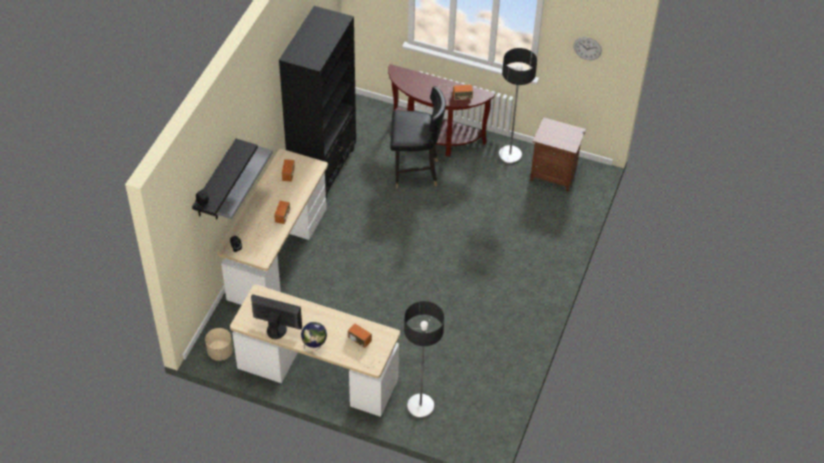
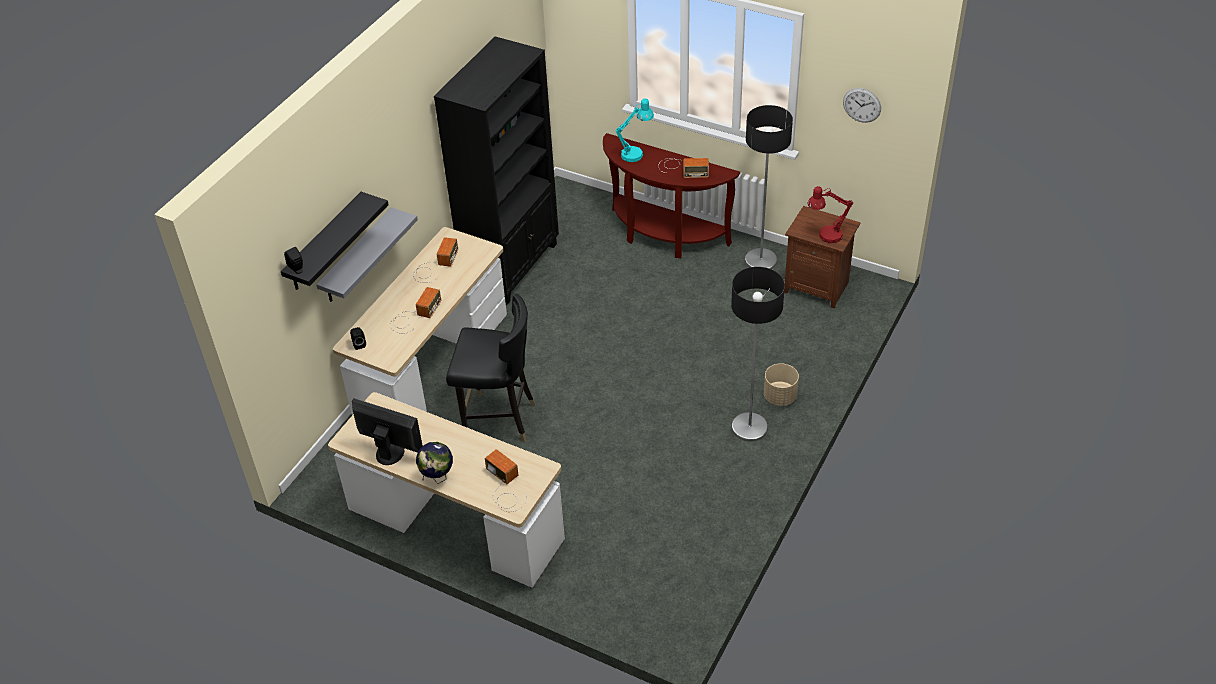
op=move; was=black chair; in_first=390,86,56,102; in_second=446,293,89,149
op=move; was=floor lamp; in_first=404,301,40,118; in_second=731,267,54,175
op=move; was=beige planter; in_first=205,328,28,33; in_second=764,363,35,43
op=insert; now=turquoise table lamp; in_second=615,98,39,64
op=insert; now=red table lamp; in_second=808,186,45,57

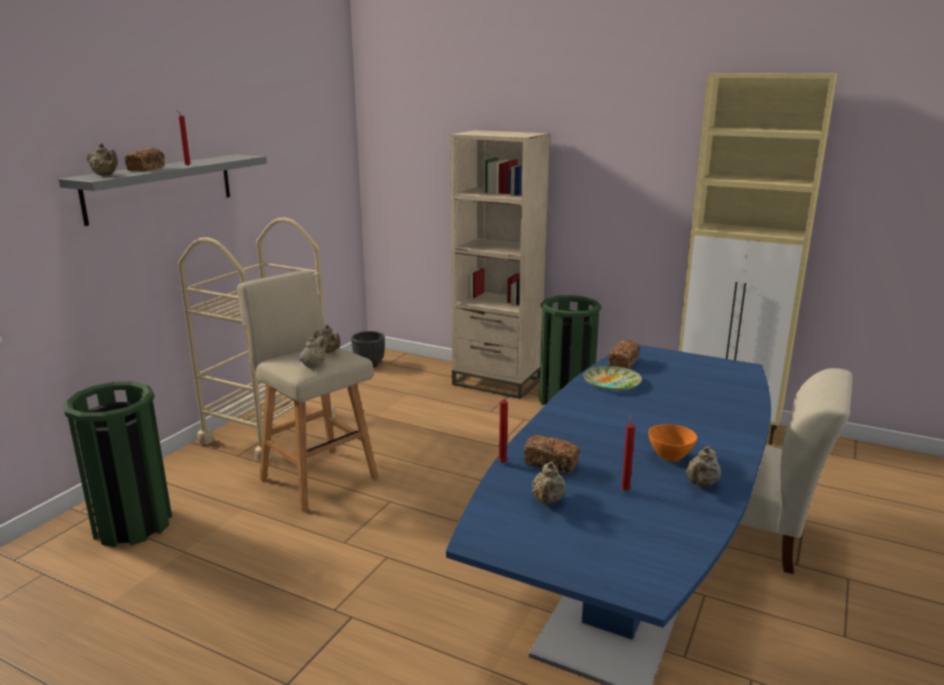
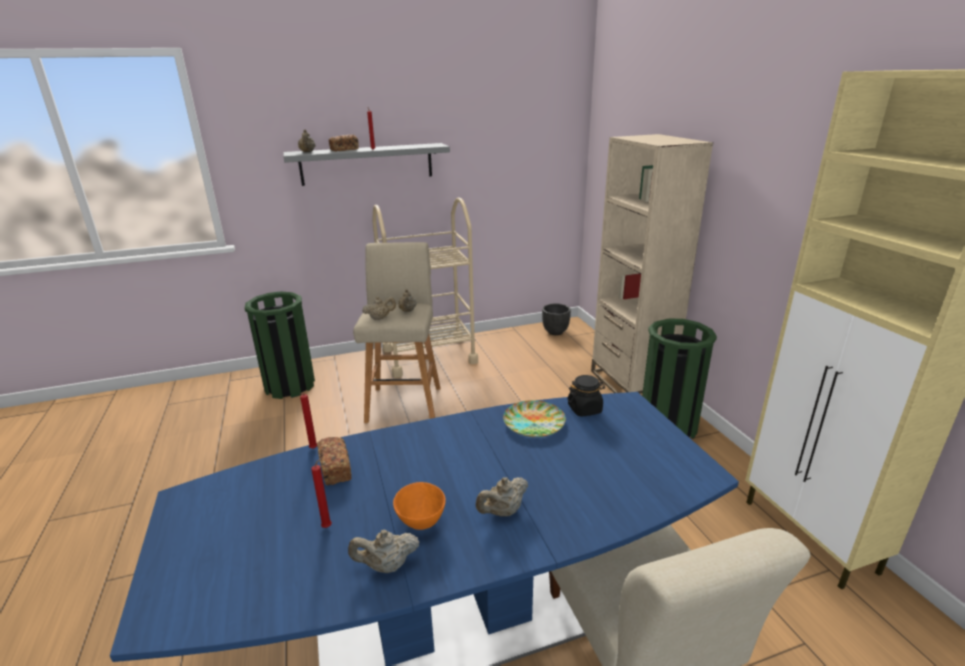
op=replace; was=bread; now=black jar; in_first=609,340,31,29; in_second=567,375,38,42
op=move; was=beige teapot; in_first=532,461,34,44; in_second=476,477,52,40

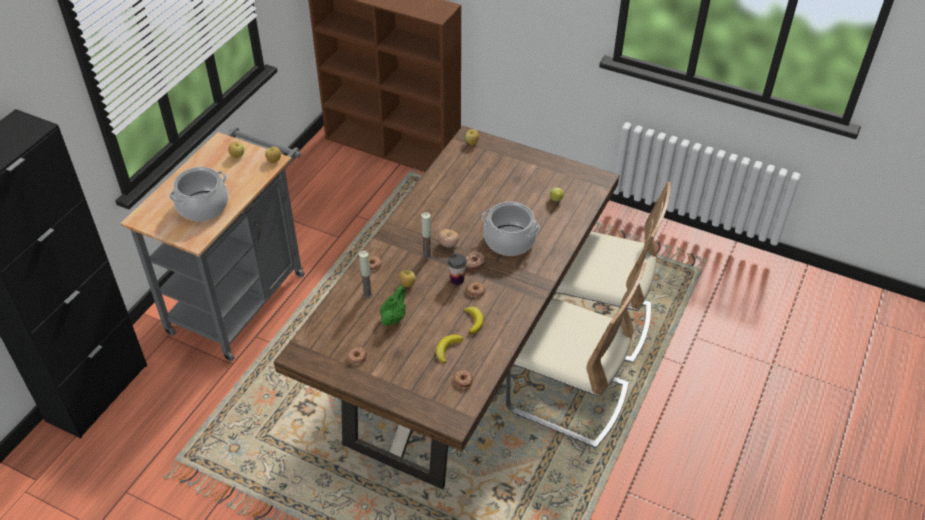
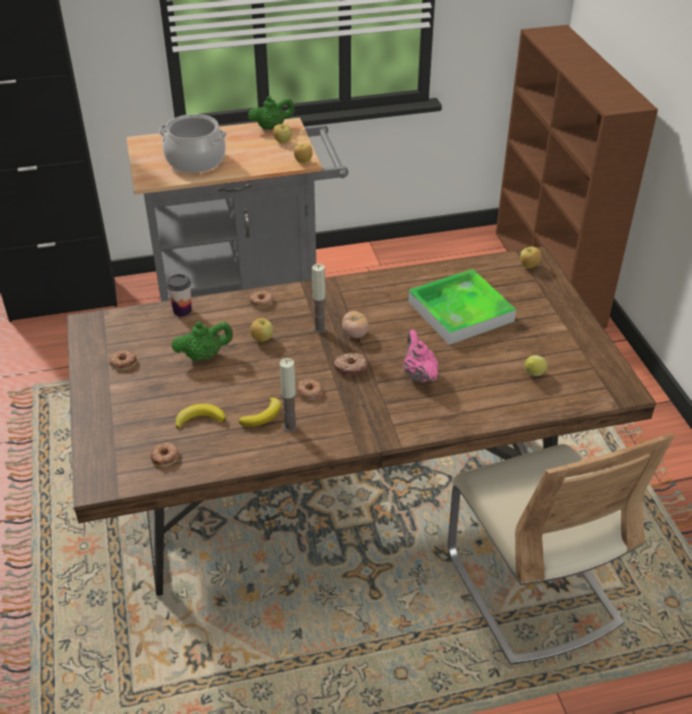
op=replace; was=cooking pot; now=pink teapot; in_first=482,202,58,54; in_second=403,330,35,53
op=move; was=candle; in_first=359,251,14,47; in_second=280,358,18,74
op=move; was=cup; in_first=448,254,19,31; in_second=166,274,26,42
op=delete; was=beige chair; in_first=506,262,140,186
op=insert; now=green teapot; in_second=248,96,46,34
op=insert; now=tray; in_second=408,269,108,76

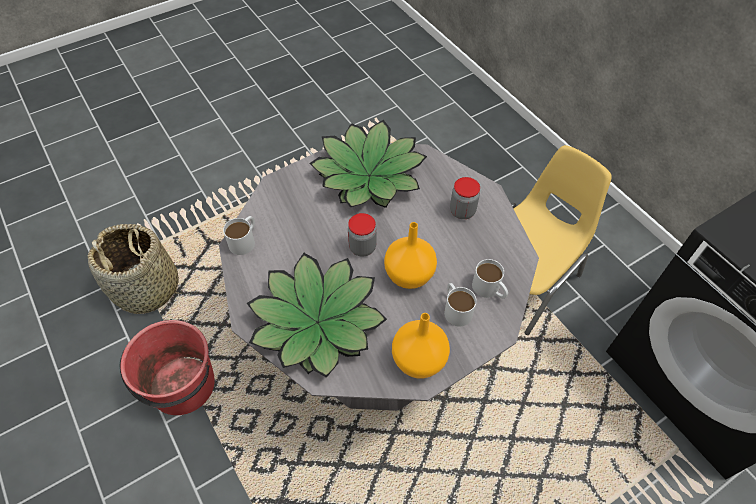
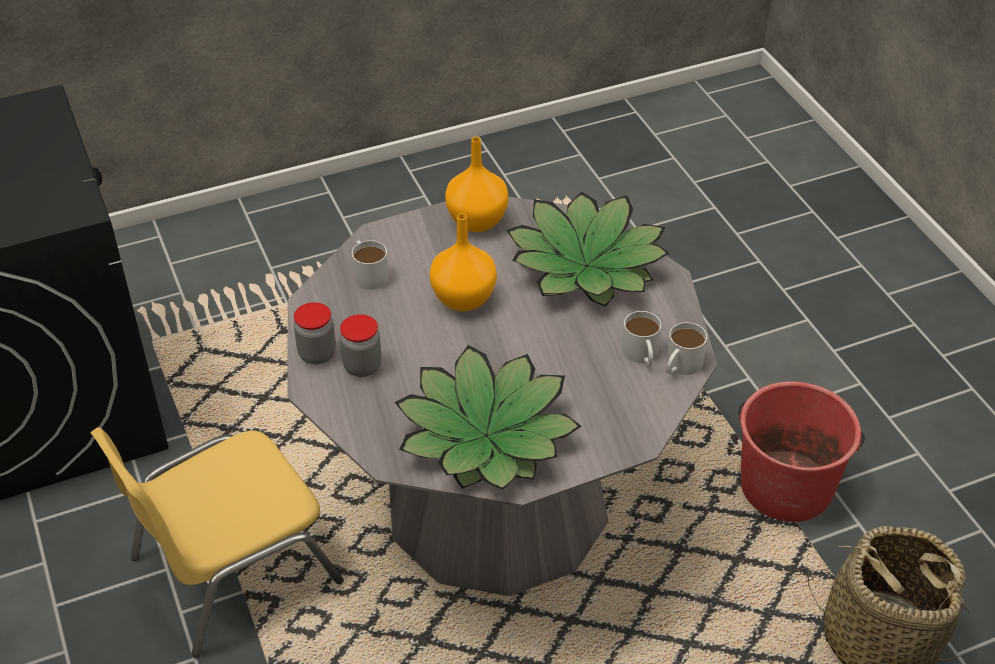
op=move; was=jar; in_first=348,213,29,44; in_second=294,302,42,63
op=move; was=white mug; in_first=444,283,33,43; in_second=622,311,39,55

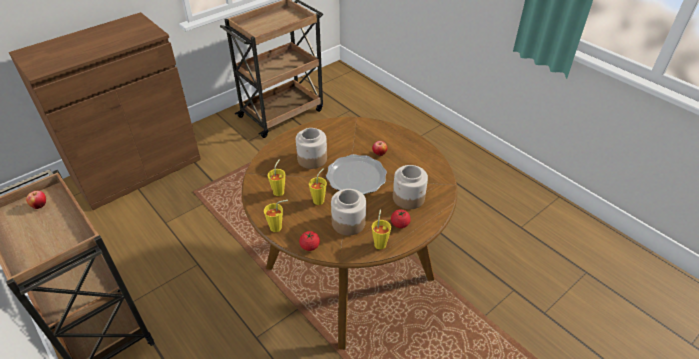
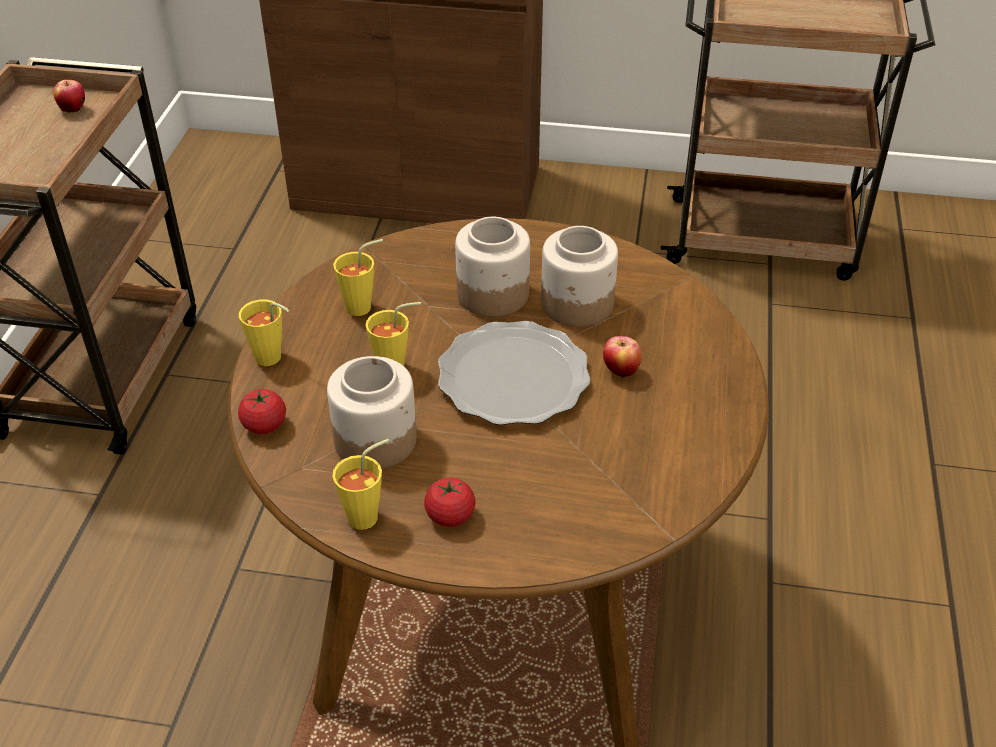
op=move; was=jar; in_first=393,165,35,44; in_second=541,226,77,101

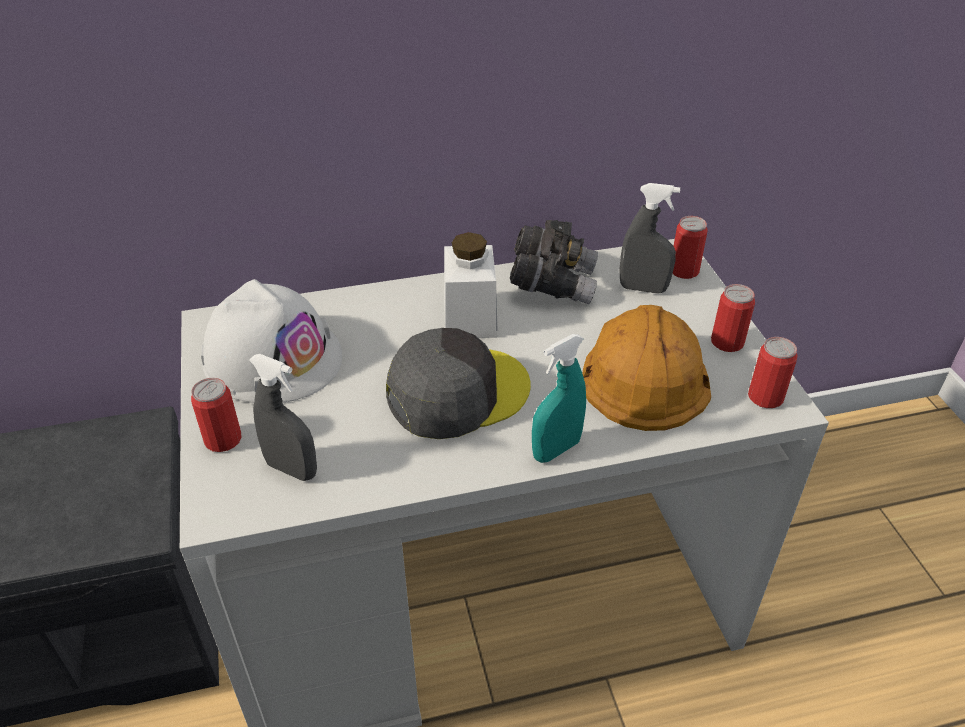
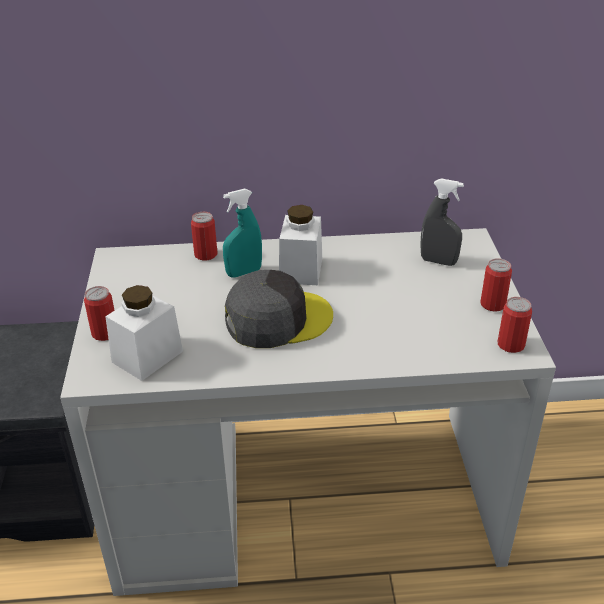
op=move; was=can; in_first=673,216,35,63; in_second=191,212,26,48
op=delete; was=grey binoculars; in_first=510,220,88,84
op=delete; was=white hard hat; in_first=201,279,141,124
op=delete; was=orange hard hat; in_first=582,305,129,126
op=move; was=turquoise spray bottle; in_first=532,334,54,129; in_second=223,188,39,89
op=replace; was=grey spray bottle; now=white jar; in_first=249,354,68,127; in_second=105,285,78,96

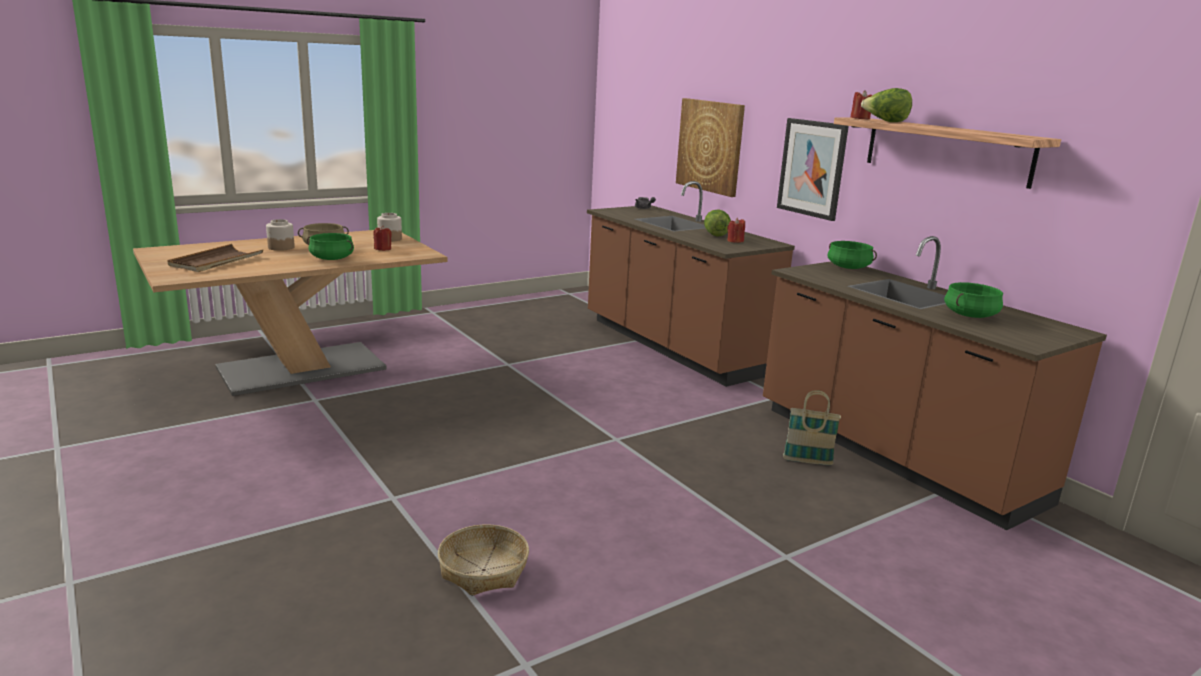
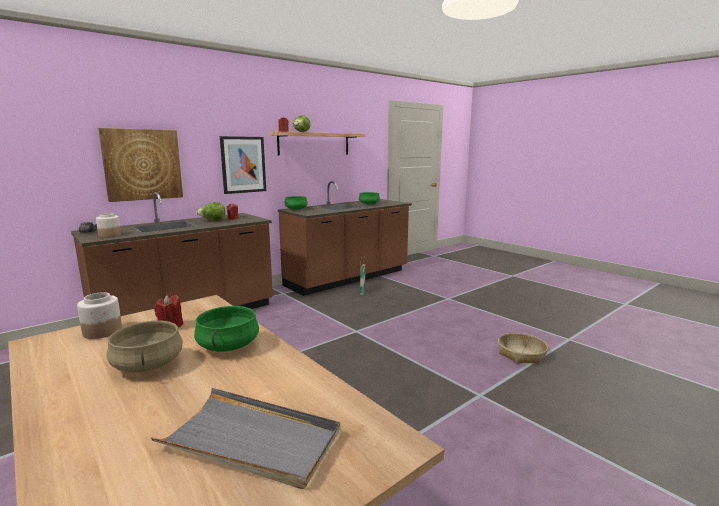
op=move; was=jar; in_first=266,219,29,32; in_second=96,213,25,24
op=recolor; was=brown tray; now=grey tray; in_first=167,244,96,28; in_second=151,388,189,101

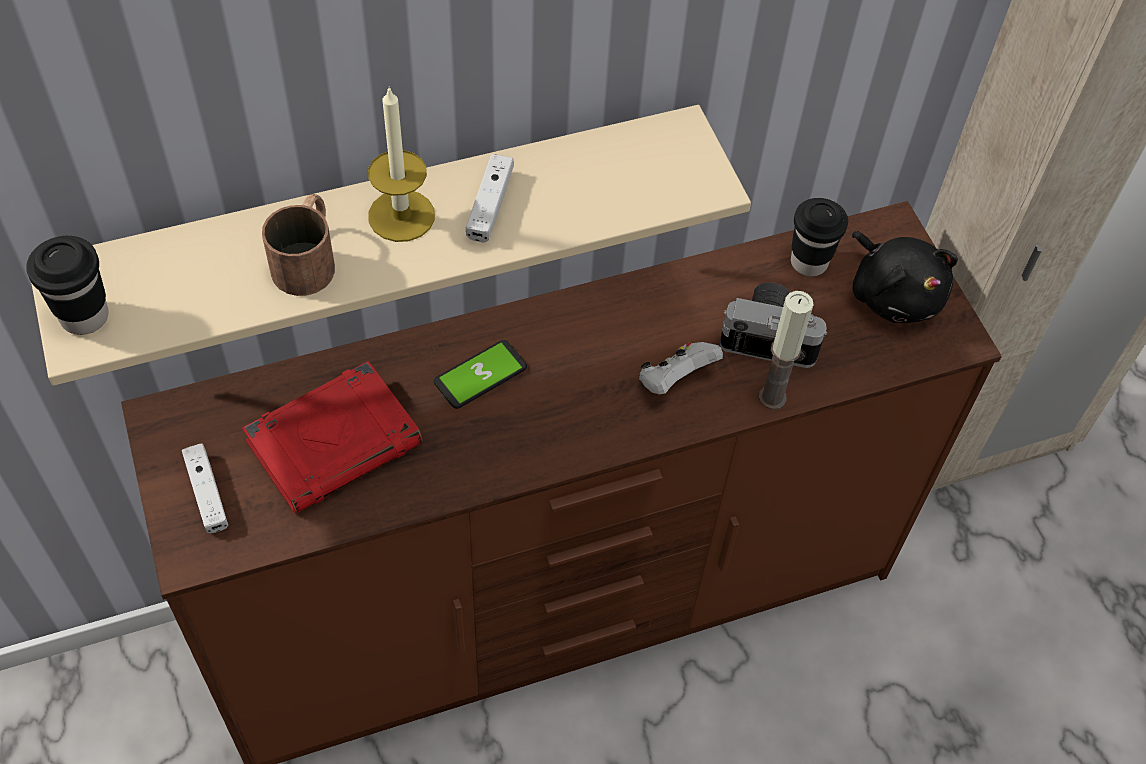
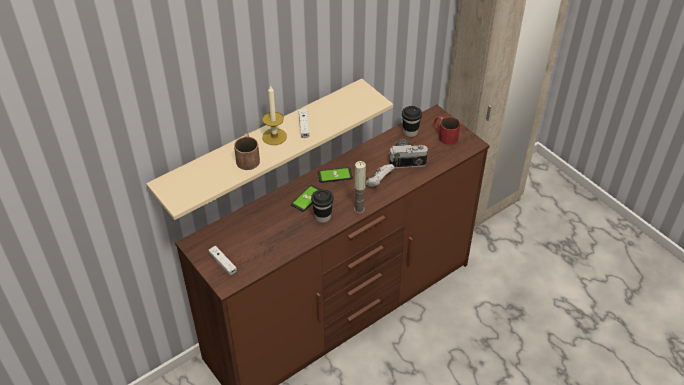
op=replace; was=black plush toy; now=red mug; in_first=852,231,106,92; in_second=434,116,26,29
op=move; was=black cup; in_first=26,236,82,99; in_second=311,189,23,34
op=move; was=candle; in_first=759,291,55,119; in_second=354,161,12,53
op=delete; was=red book; in_first=242,361,181,153
op=insert; now=phone; in_second=318,167,35,16

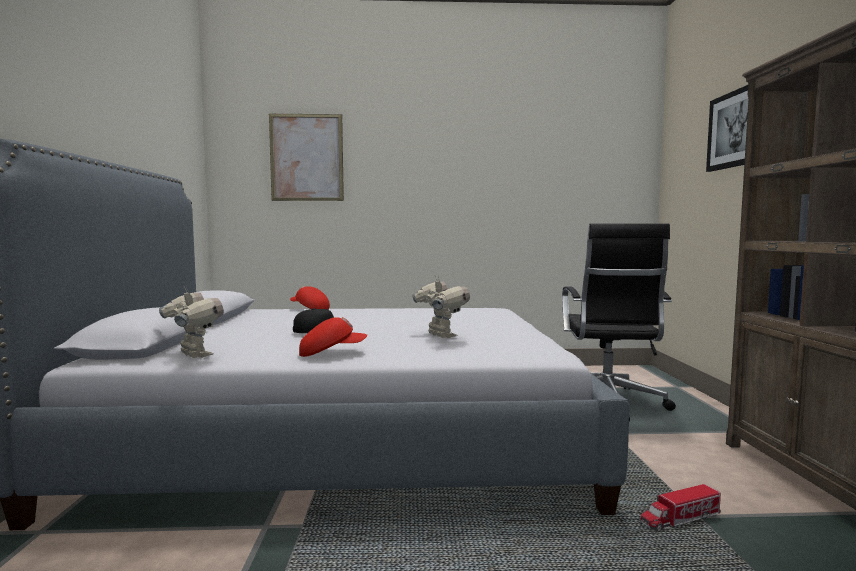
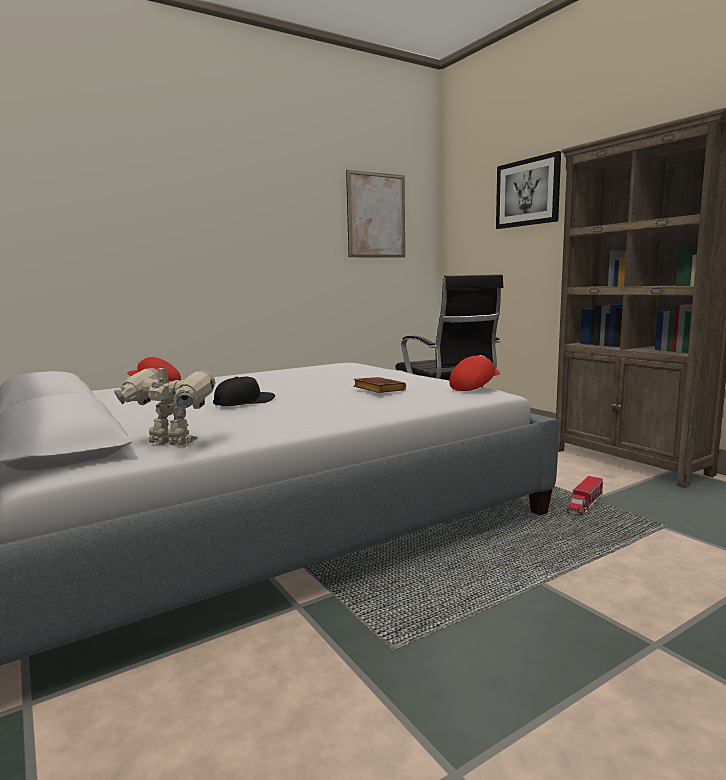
op=move; was=picture; in_first=269,114,75,87; in_second=346,170,59,88
op=replace; was=toy robot; now=brown book; in_first=412,276,58,62; in_second=353,377,53,16
op=move; was=red cap; in_first=299,317,68,40; in_second=449,355,51,36

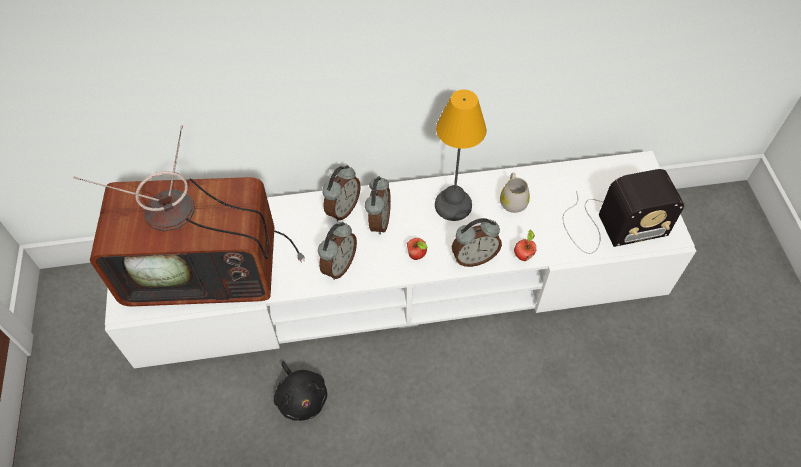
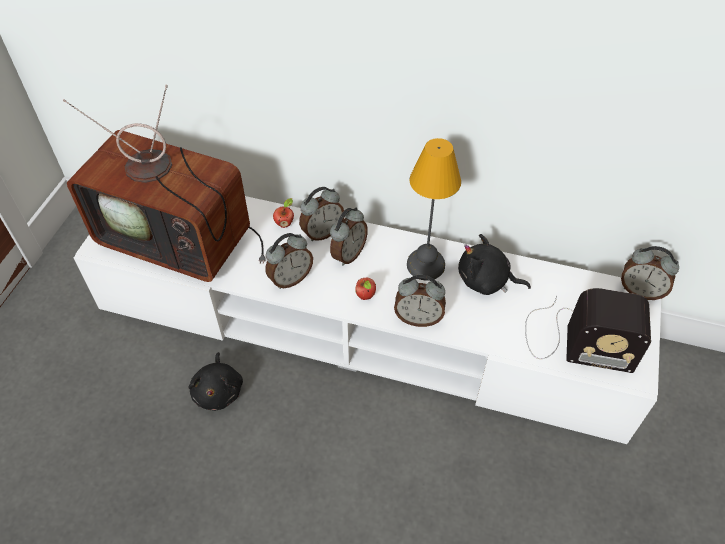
op=replace; was=white mug; now=black plush toy; in_first=500,173,30,40; in_second=458,234,73,61
op=move; was=apple; in_first=514,229,22,32; in_second=273,198,21,30
op=insert; now=alarm clock; in_second=621,246,58,54

